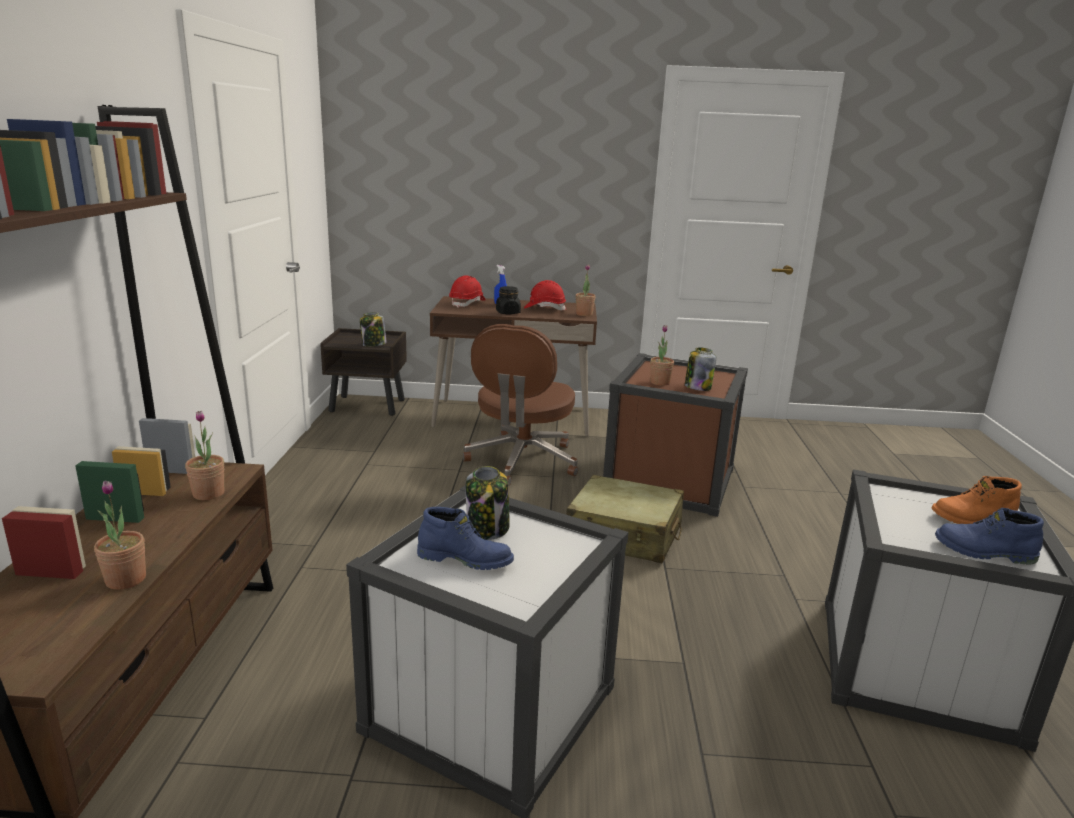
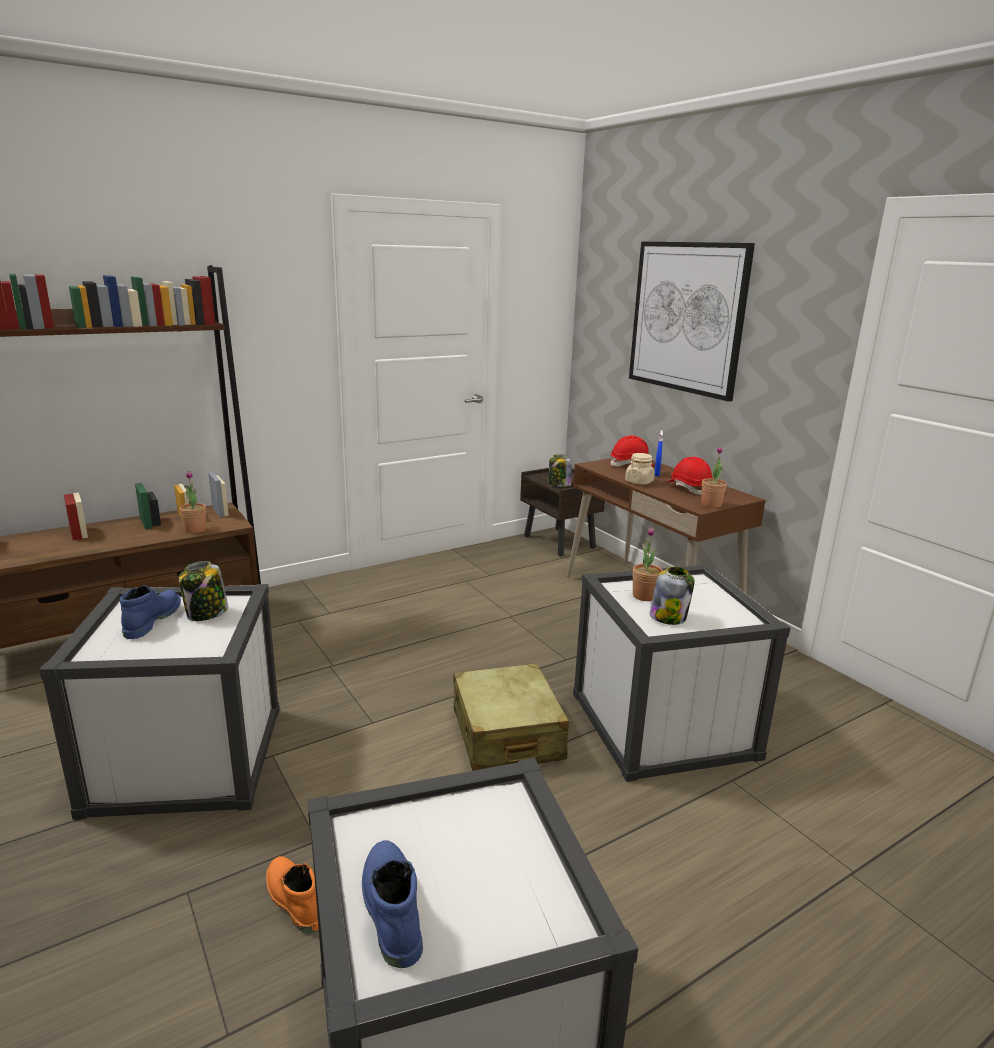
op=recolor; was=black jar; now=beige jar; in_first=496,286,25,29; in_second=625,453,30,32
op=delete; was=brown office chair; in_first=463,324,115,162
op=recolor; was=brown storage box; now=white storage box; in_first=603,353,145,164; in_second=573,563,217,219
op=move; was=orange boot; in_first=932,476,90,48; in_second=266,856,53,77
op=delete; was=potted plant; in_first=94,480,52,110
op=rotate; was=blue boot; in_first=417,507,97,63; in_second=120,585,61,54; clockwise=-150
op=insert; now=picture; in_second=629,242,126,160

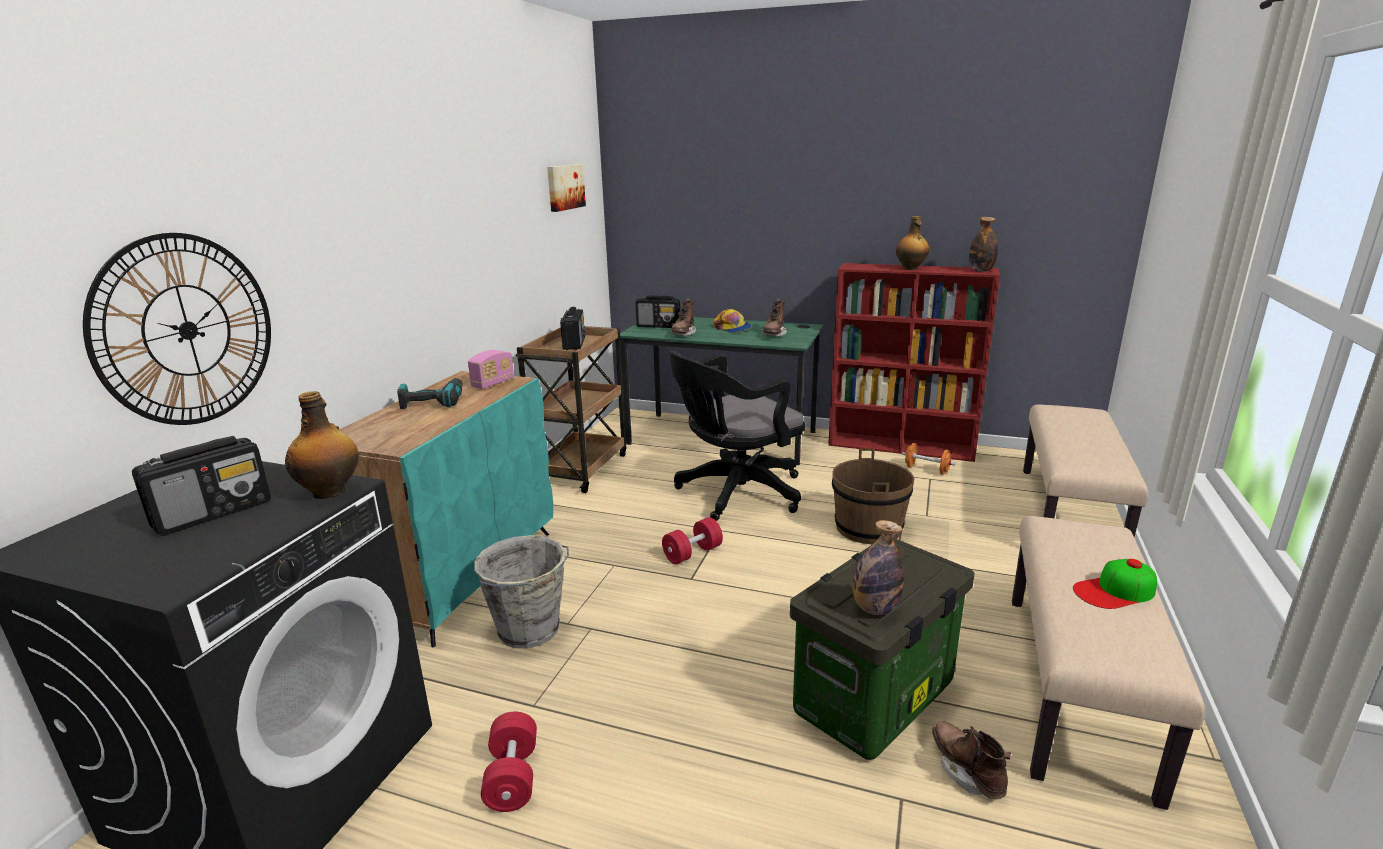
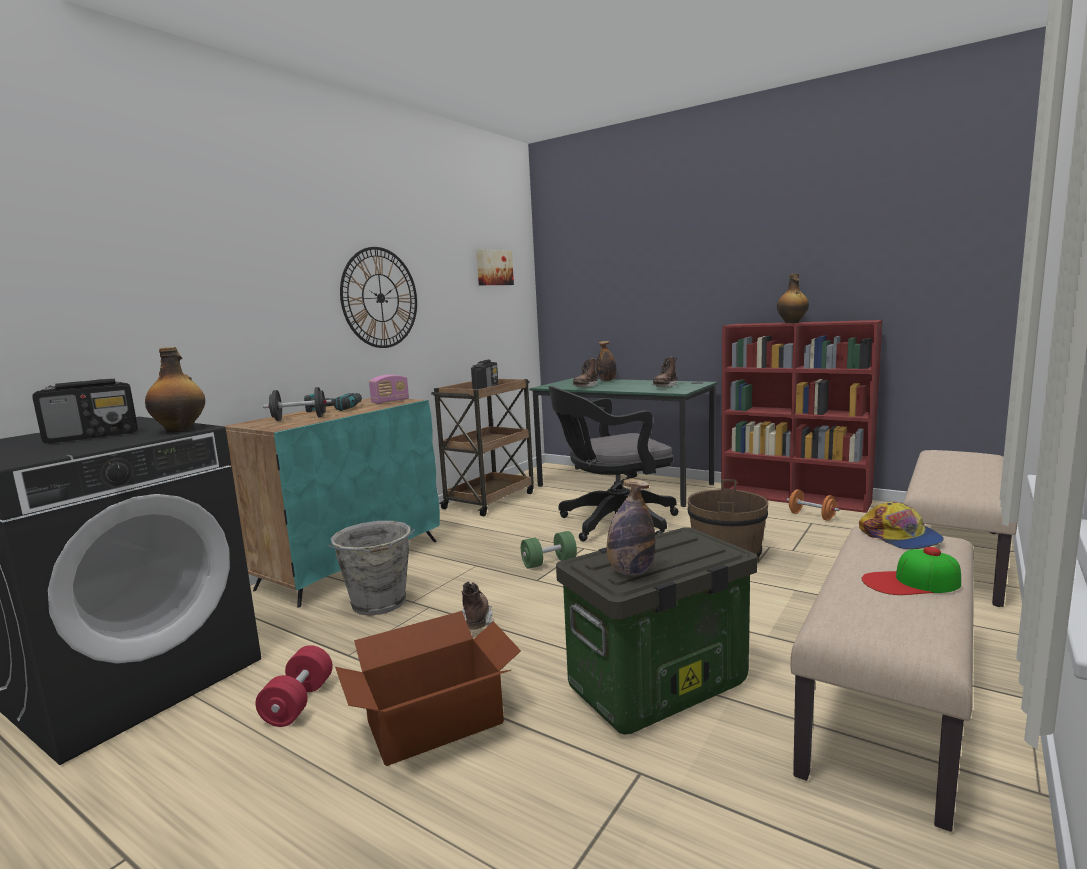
op=move; was=bottle; in_first=969,217,29,55; in_second=596,341,21,40
op=move; was=wall clock; in_first=83,233,188,192; in_second=340,247,77,101
op=delete; was=radio; in_first=636,296,44,32
op=move; was=cap; in_first=713,309,39,24; in_second=859,501,85,48
op=recolor; was=red dumbbell; now=green dumbbell; in_first=662,517,61,47; in_second=521,531,56,38
op=move; was=brown boot; in_first=932,721,79,78; in_second=461,581,32,49
op=insert; now=black dumbbell; in_second=263,387,69,34
op=insert; now=cardboard box; in_second=335,611,186,155

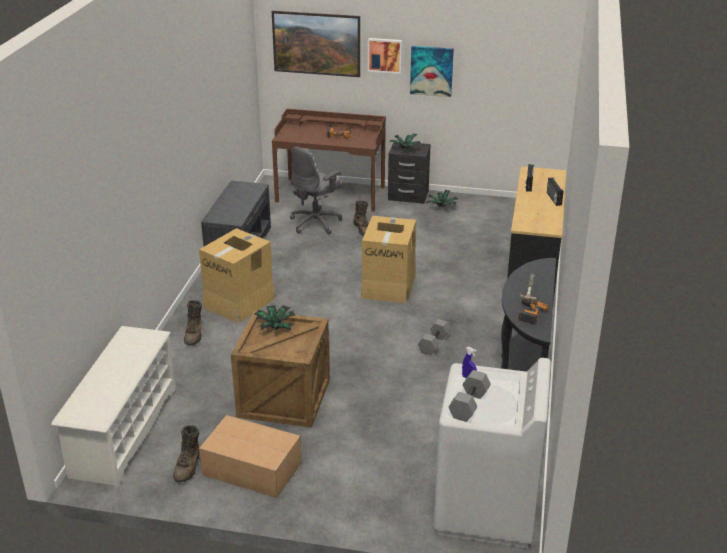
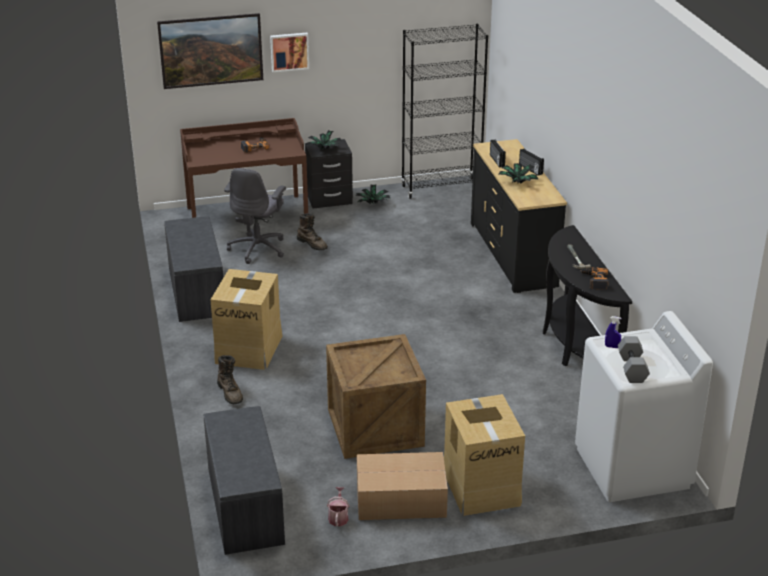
op=delete; was=picture; in_first=410,46,44,51
op=move; was=cardboard box; in_first=361,216,55,87; in_second=444,394,81,122
op=move; was=potted plant; in_first=254,305,41,25; in_second=498,163,41,21
op=delete; was=grey dumbbell; in_first=418,319,33,36
op=replace; was=white shoe rack; now=grey bench; in_first=51,326,125,162; in_second=204,406,81,149
op=replace; was=brown boot; now=watering can; in_first=173,425,27,57; in_second=327,487,22,39
op=insert; now=black bookcase; in_second=401,24,87,175

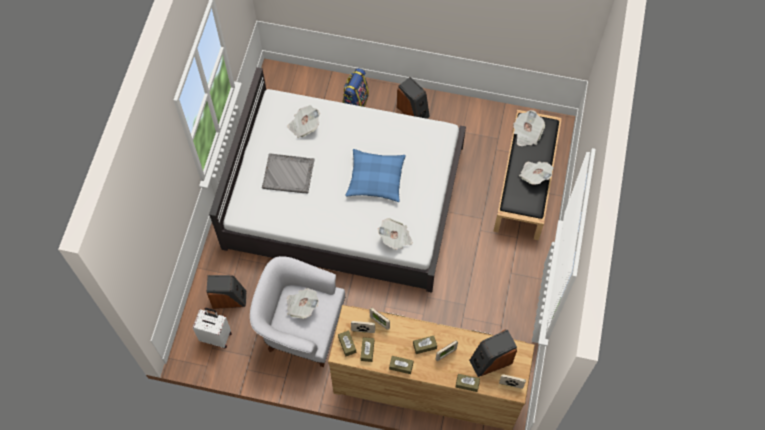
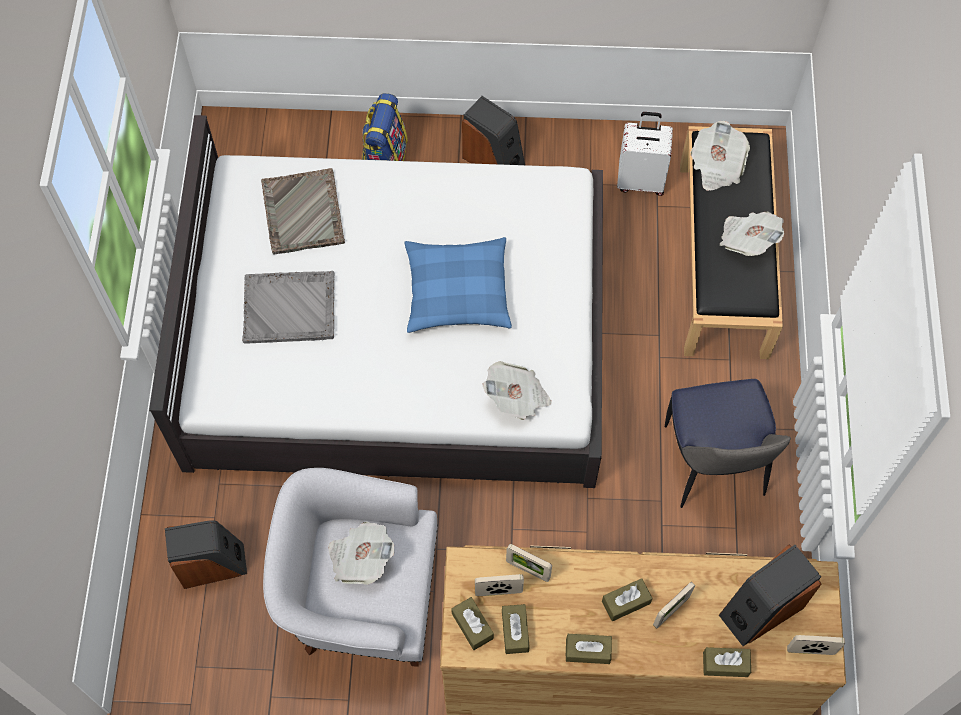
op=replace; was=newspaper; now=grey tray; in_first=287,105,33,33; in_second=261,168,84,87
op=move; was=white suitcase; in_first=192,308,40,41; in_second=617,112,56,84
op=insert; now=chair; in_second=665,379,126,129

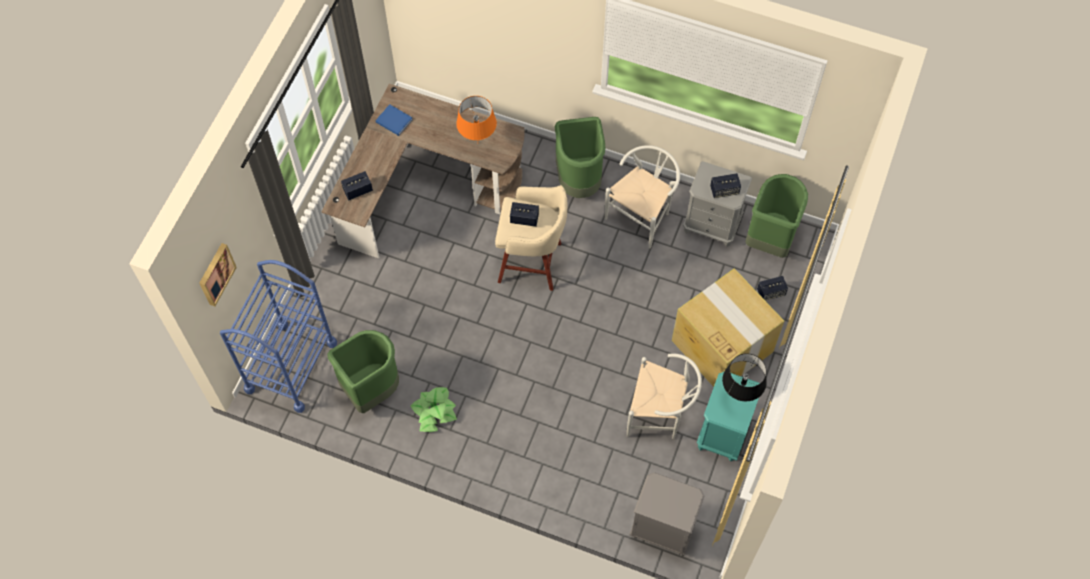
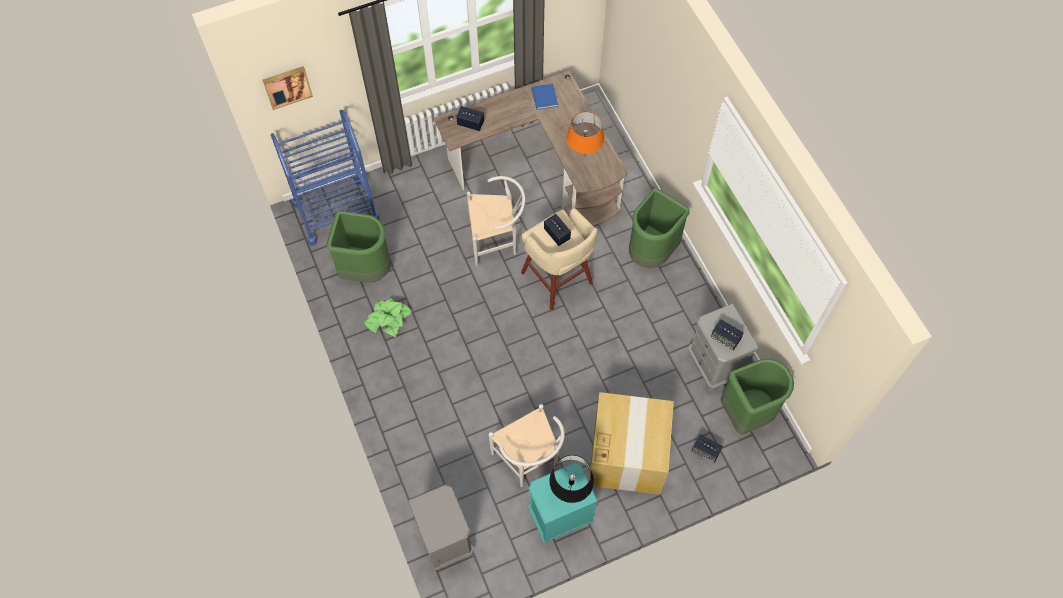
op=move; was=white chair; in_first=605,145,75,103; in_second=467,176,58,90

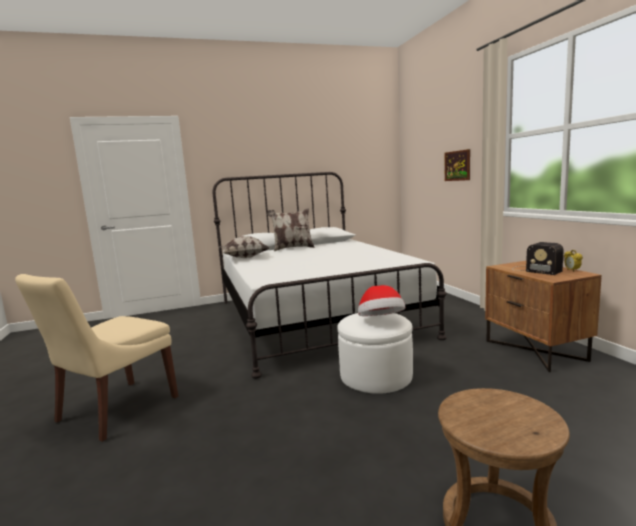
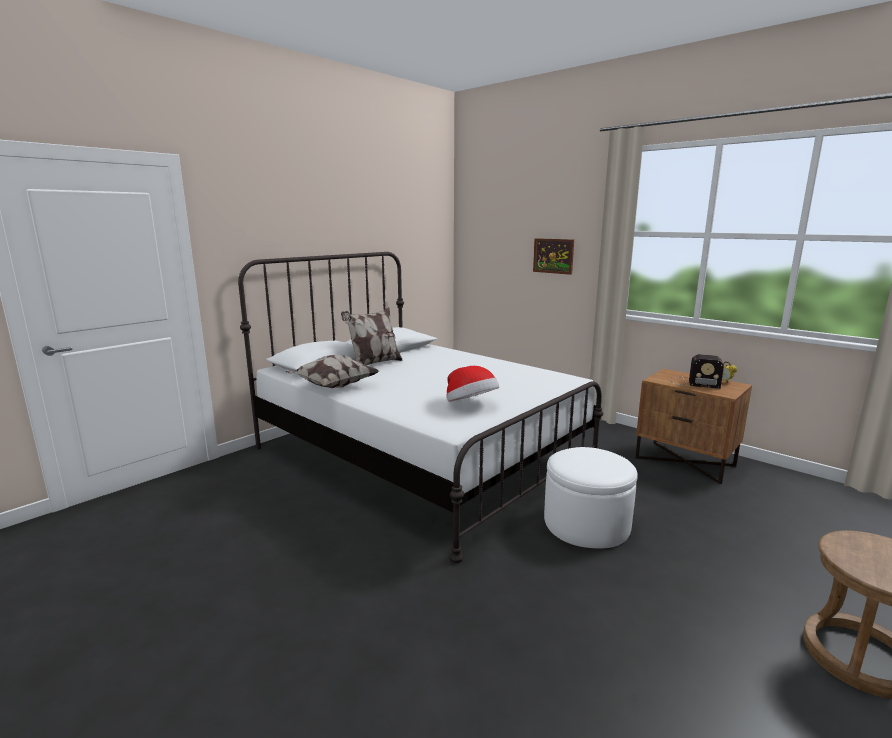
op=delete; was=beige chair; in_first=15,274,163,168
op=move; was=hat; in_first=358,285,47,31; in_second=446,366,53,36

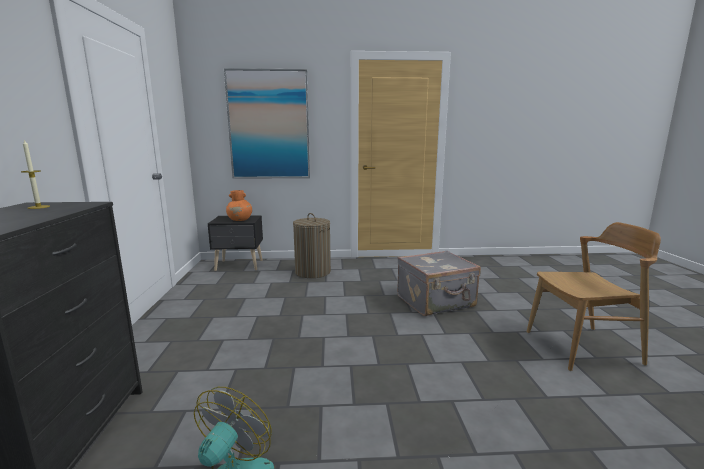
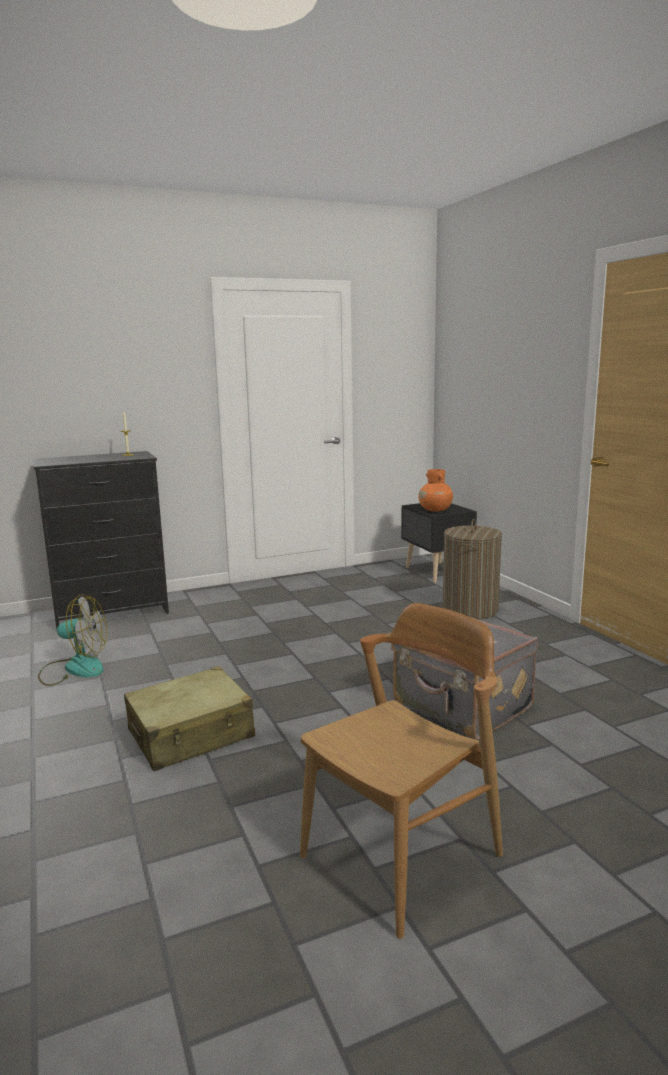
op=delete; was=picture; in_first=224,68,86,111
op=rotate; was=brown chair; in_first=527,222,134,149; in_second=300,603,203,336; clockwise=-105
op=insert; now=beige suitcase; in_second=124,666,131,105

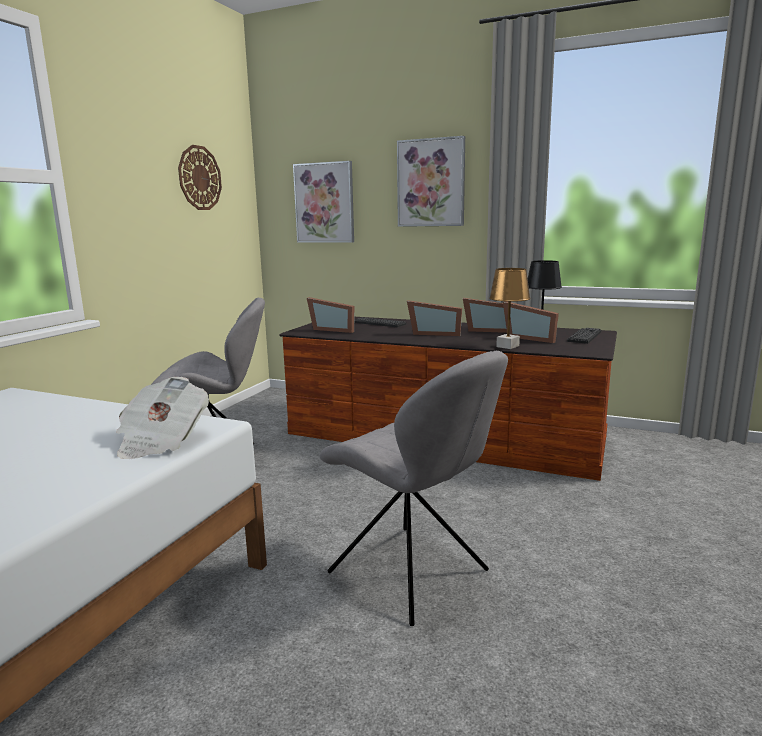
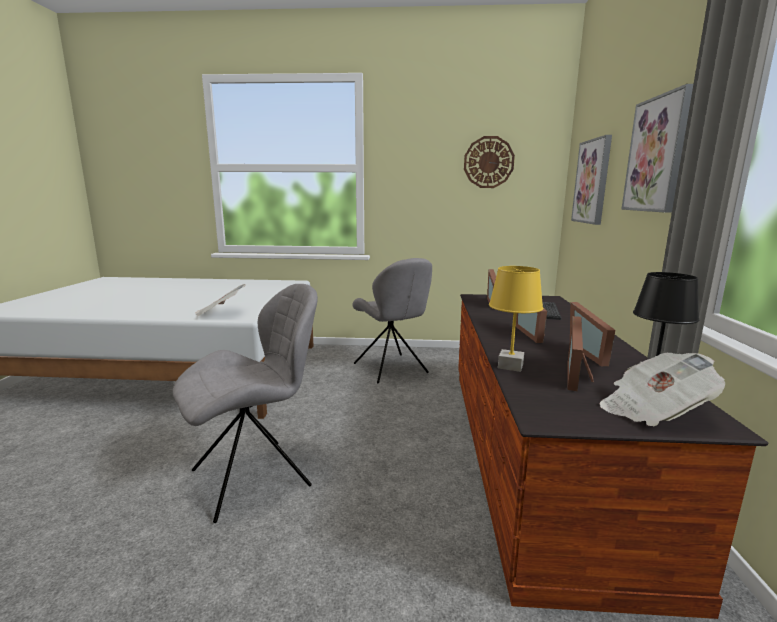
op=recolor; was=brown table lamp; now=yellow table lamp; in_first=489,268,42,81; in_second=489,266,54,106
op=replace; was=keyboard; now=newspaper; in_first=567,328,34,16; in_second=599,353,126,73
op=rotate; was=grey chair; in_first=320,351,188,275; in_second=173,284,145,239; clockwise=-150

